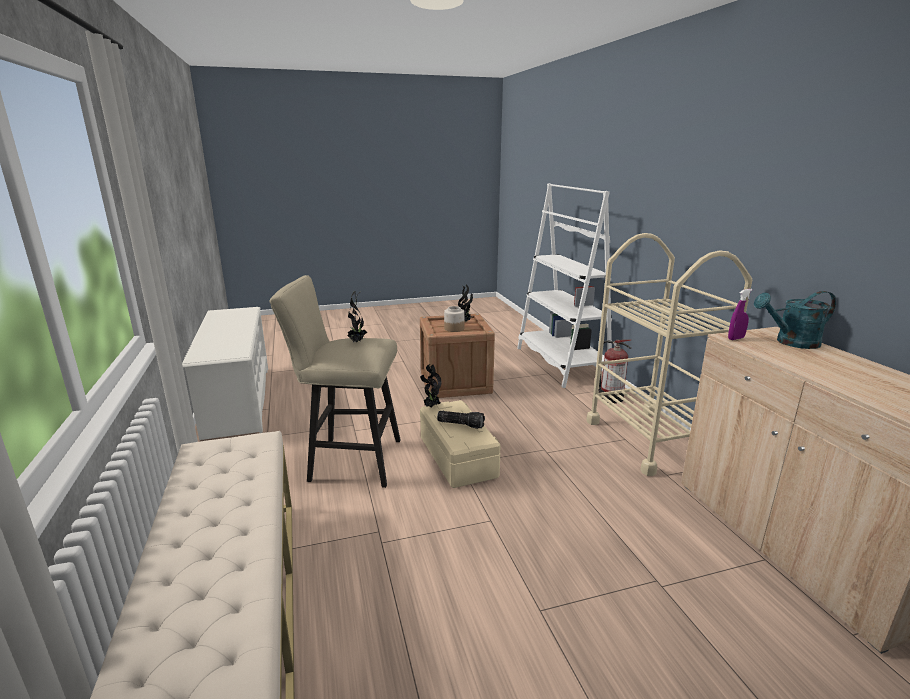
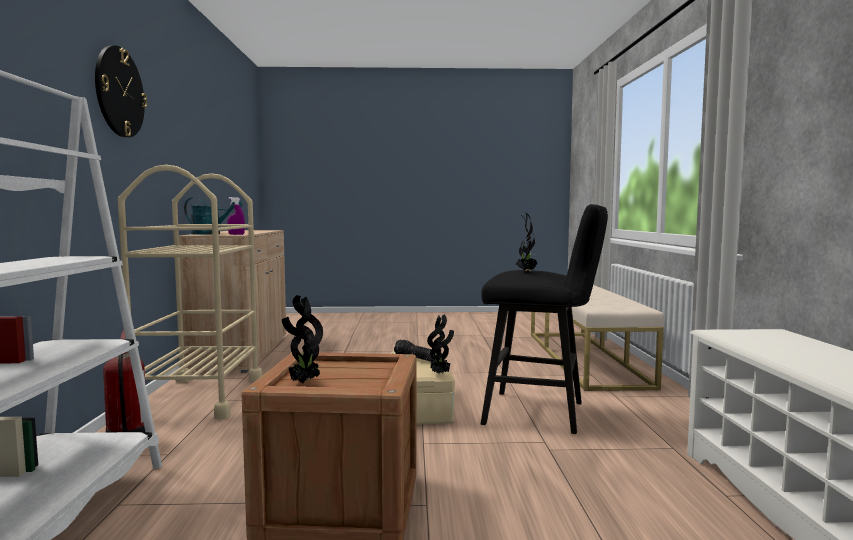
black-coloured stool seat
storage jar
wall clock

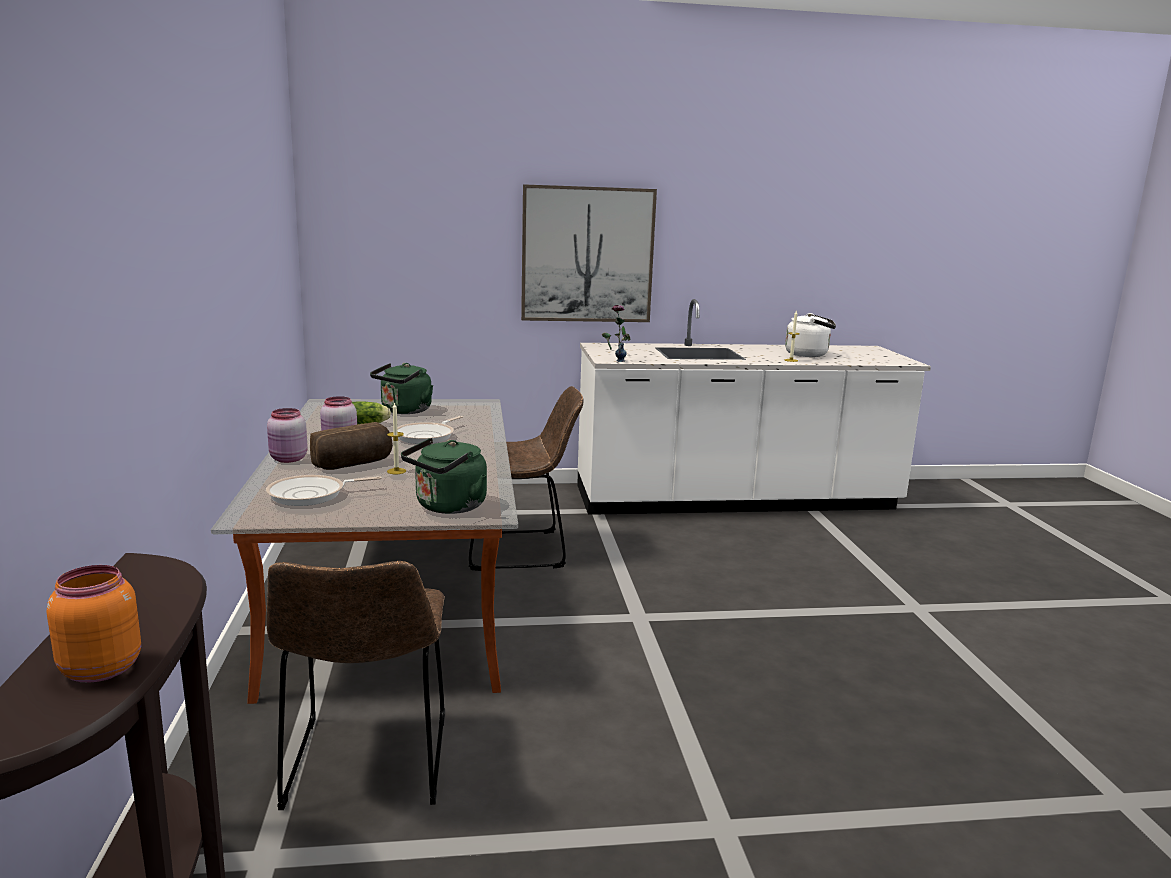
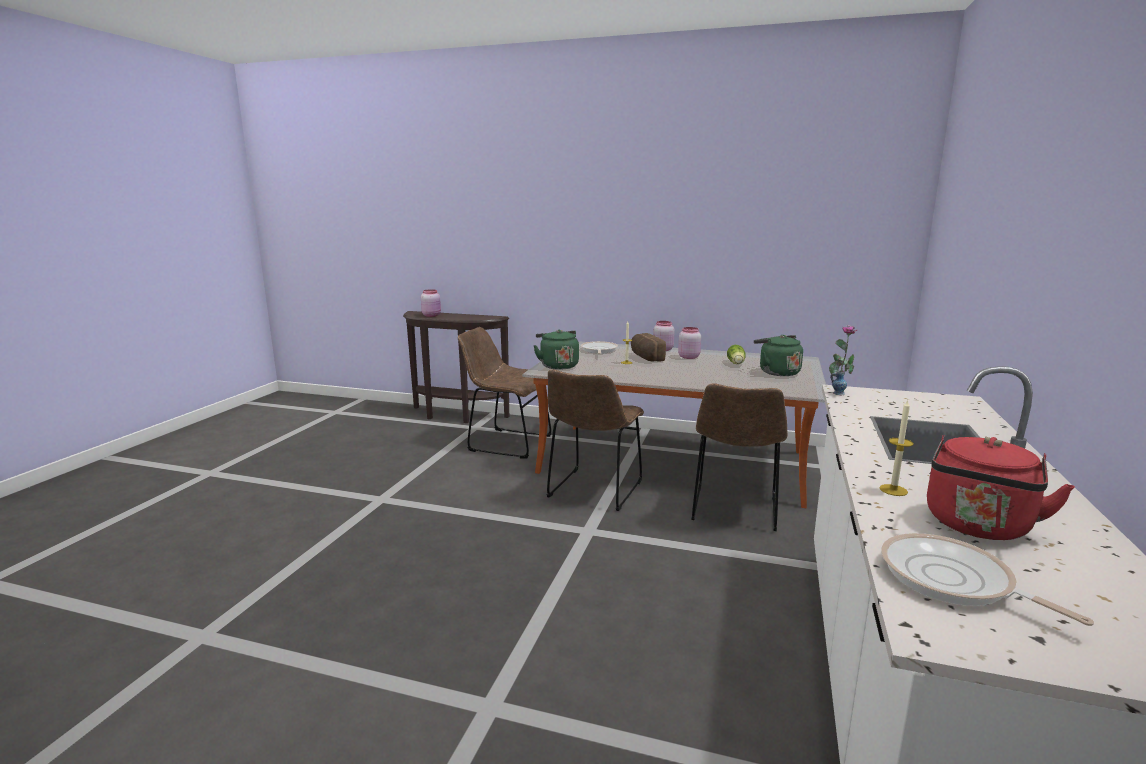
wall art
red kettle
pan (no. 2 from left)
pinkish storage jar (no. 1 from left)
brown-coloured plain chair (no. 2 from left)

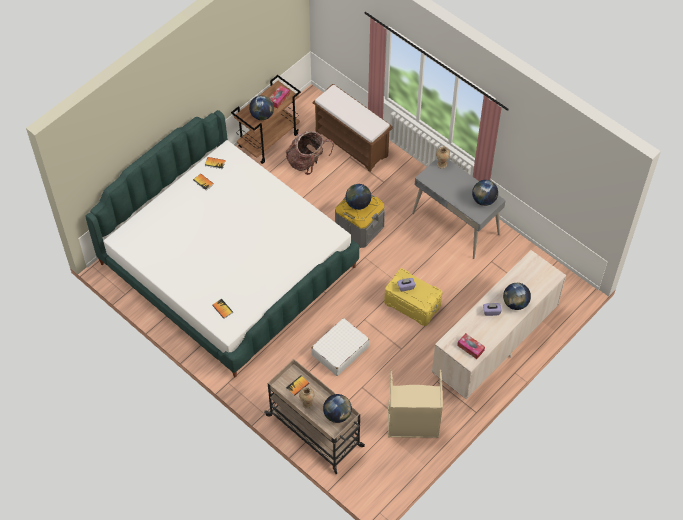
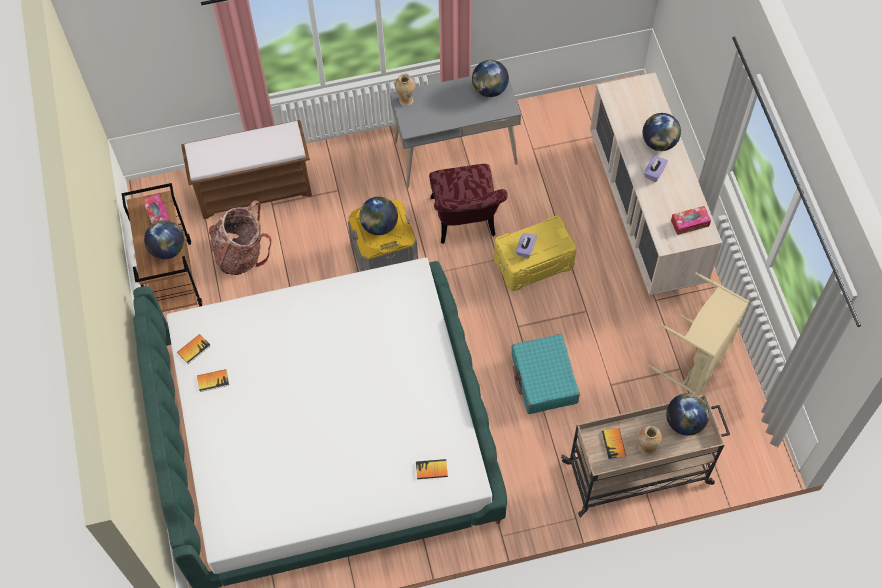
turquoise suitcase
red plain chair

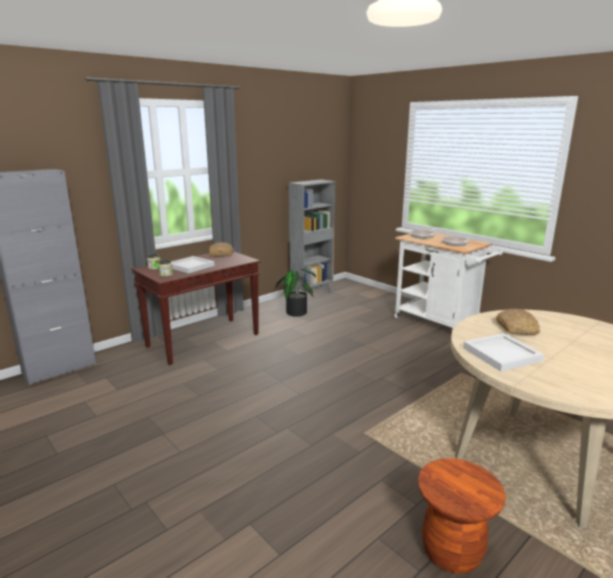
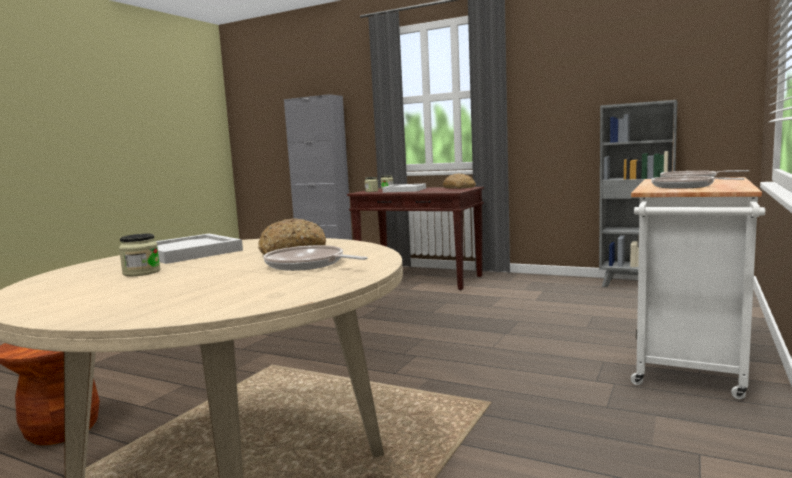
houseplant
storage jar (no. 1 from left)
pan (no. 1 from left)

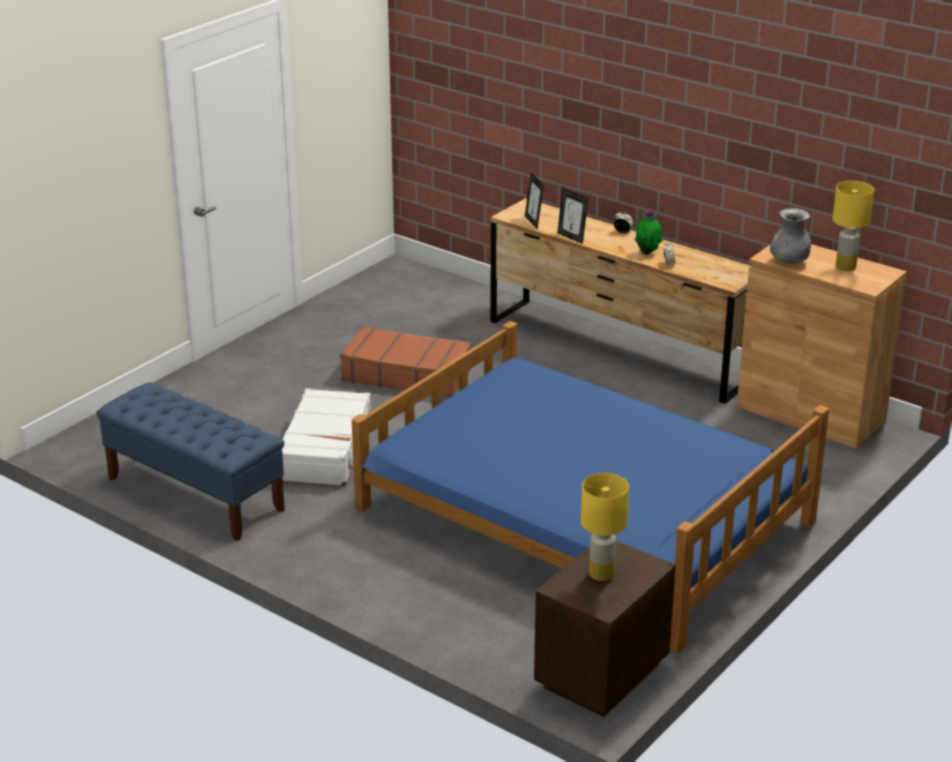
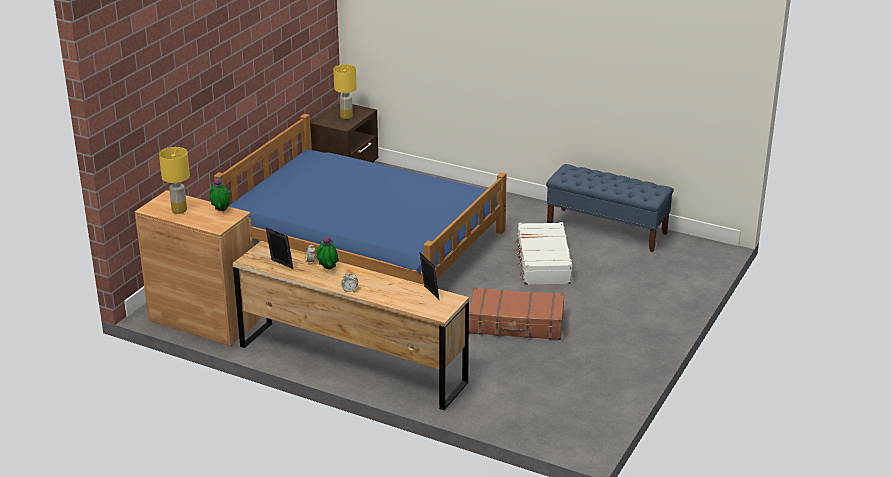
picture frame (no. 1 from left)
houseplant (no. 1 from left)

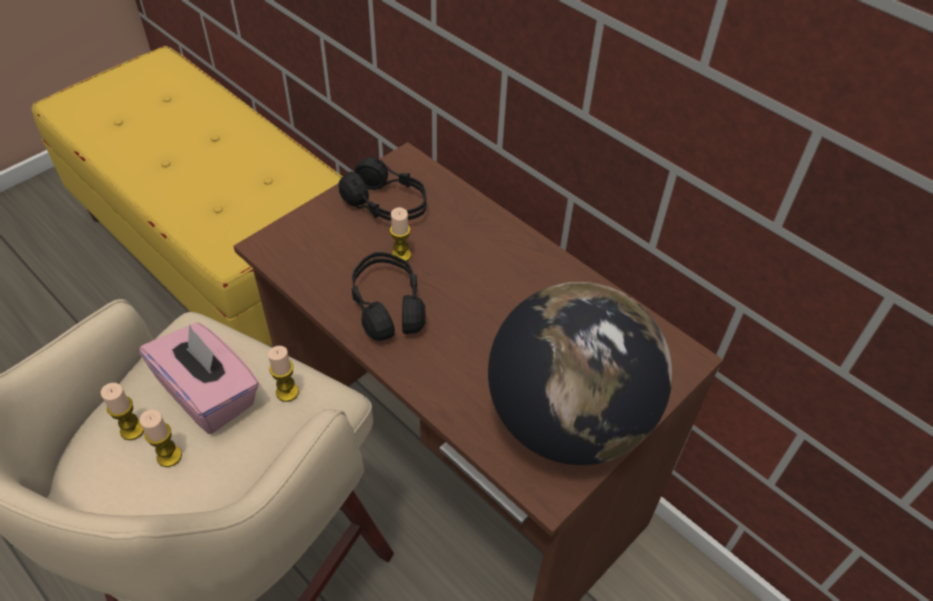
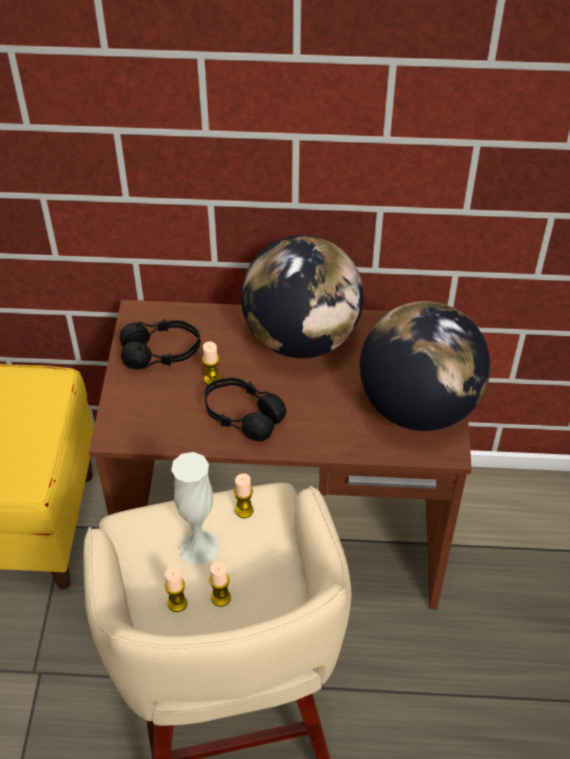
whitish flower vase
world globe (no. 1 from left)

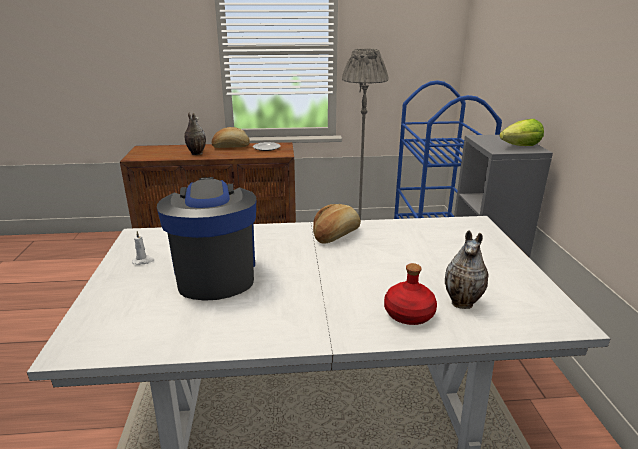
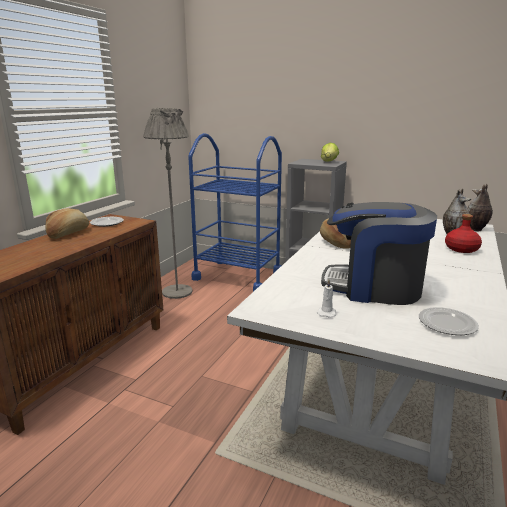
flower vase (no. 2 from left)
flat dish (no. 2 from left)

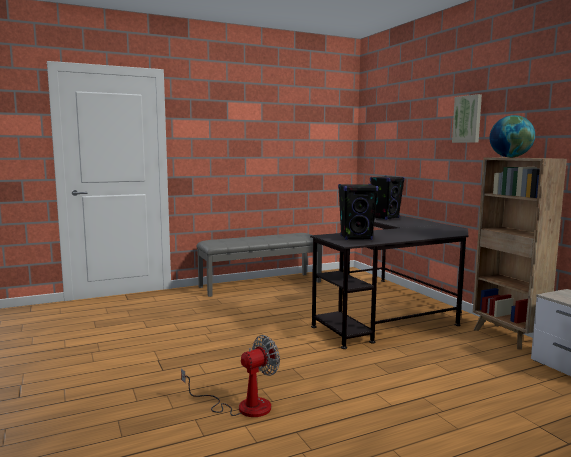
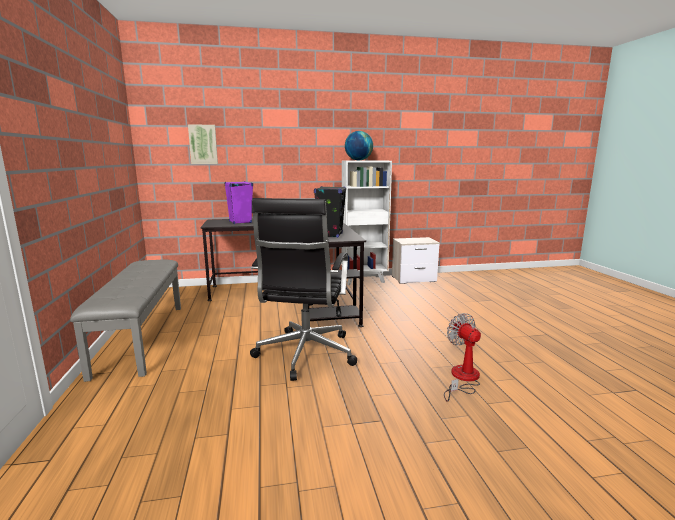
wall art
whitish bookshelf
purplish audio speaker
black-coloured office chair

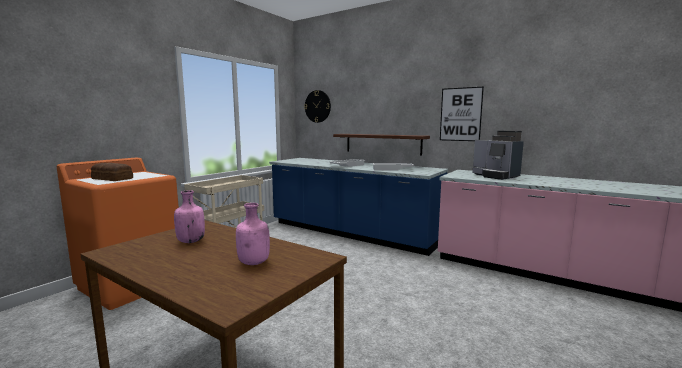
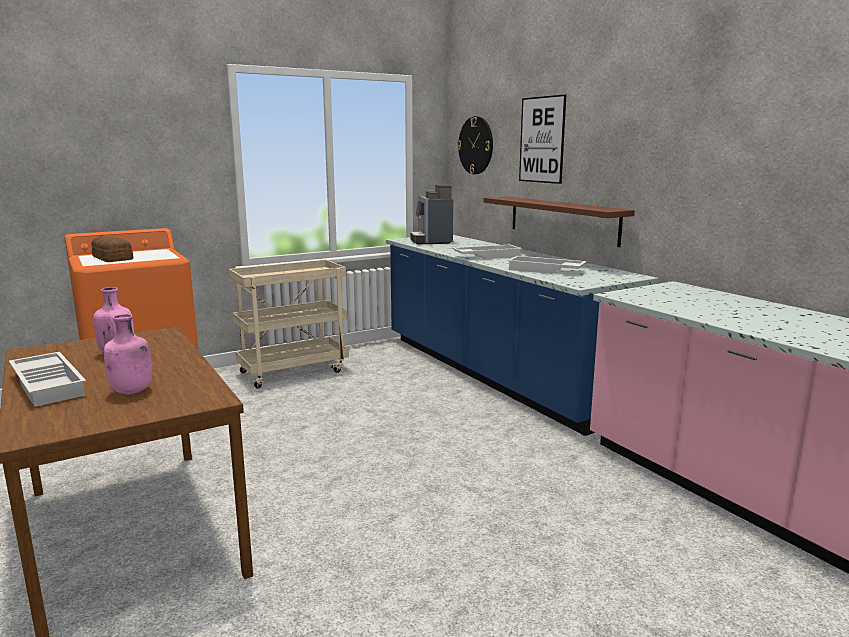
wall art
coffee brewer
whitish tray (no. 1 from left)

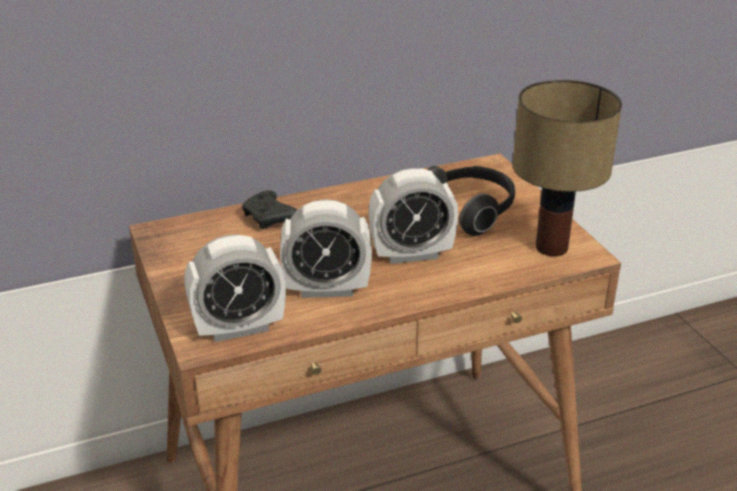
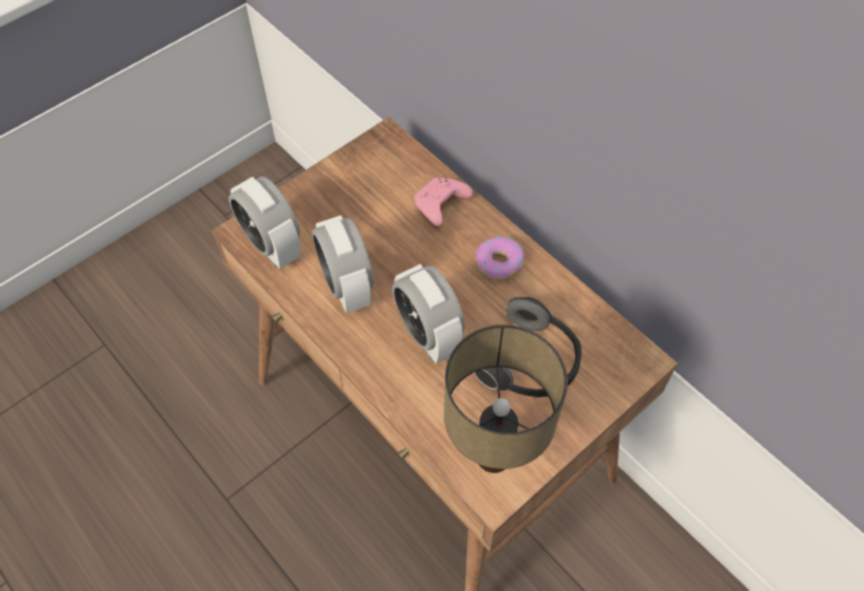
pinkish gamepad
doughnut

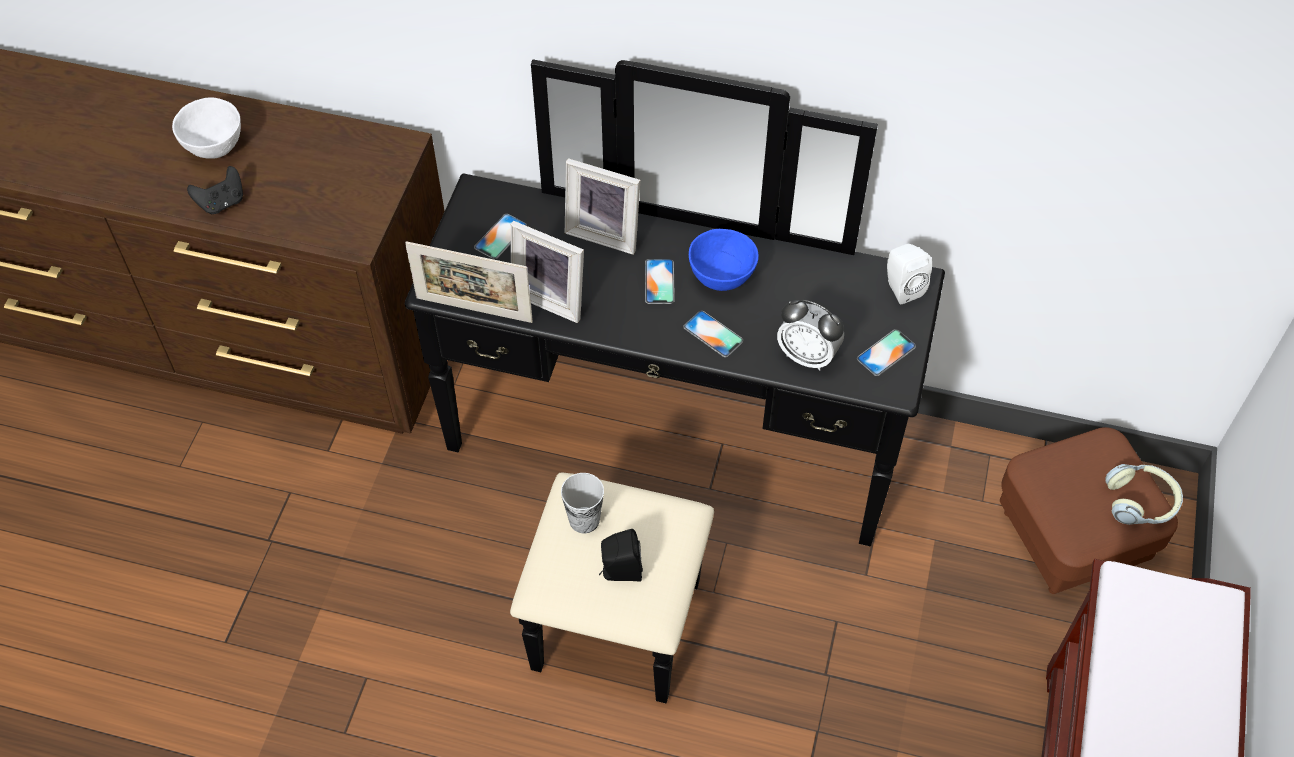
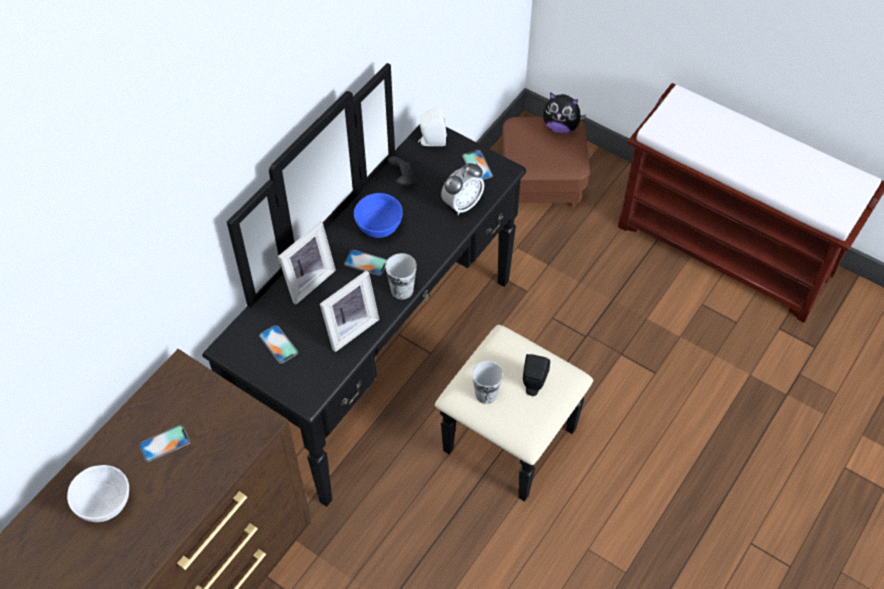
black-coloured gamepad
picture frame (no. 1 from left in the first image)
phone (no. 1 from left)
plush toy
cup (no. 1 from left)

